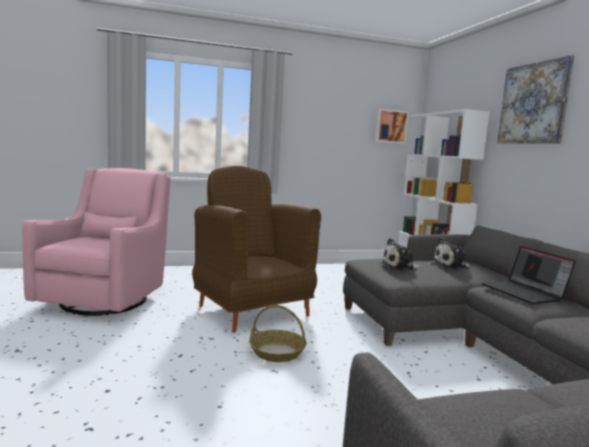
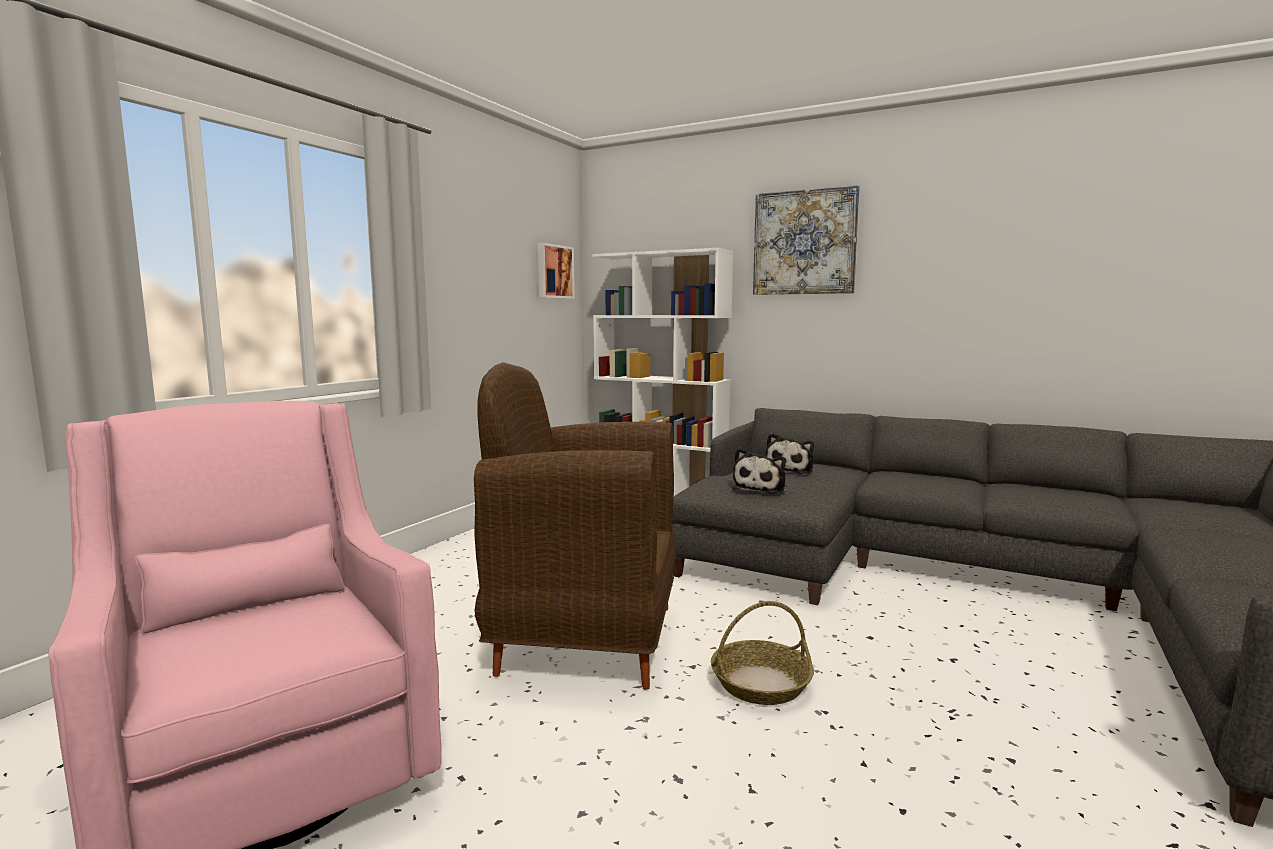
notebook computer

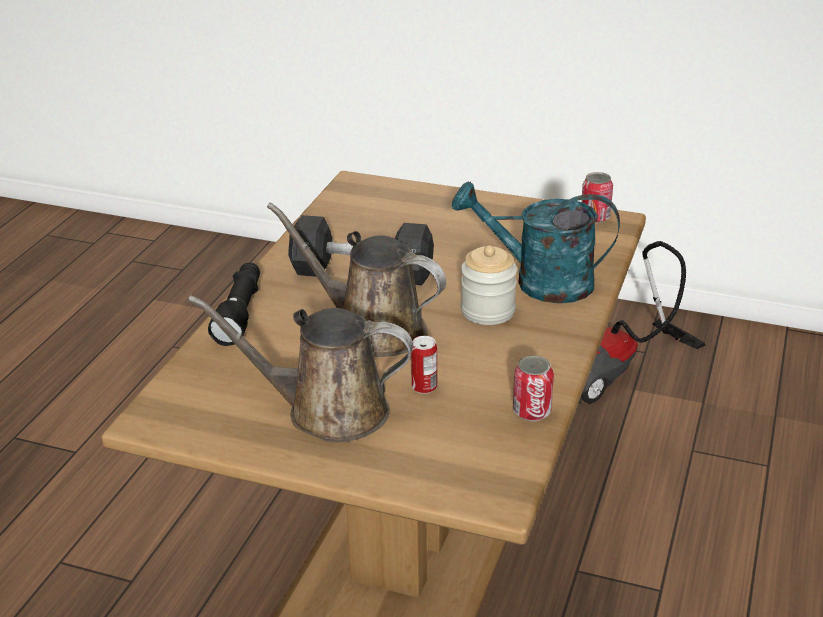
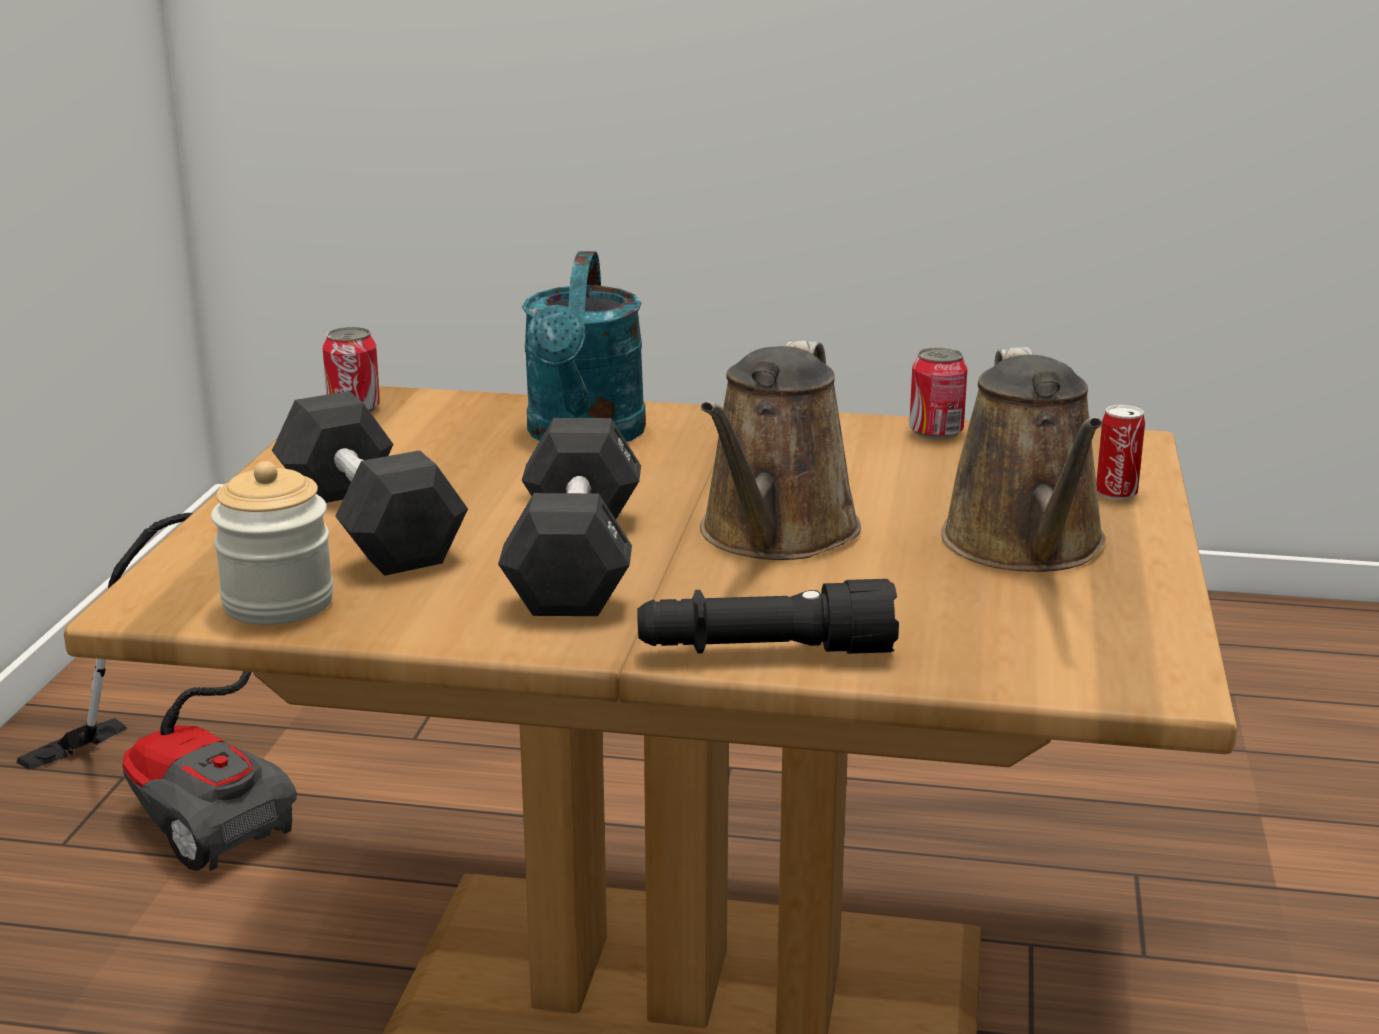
storage jar
sealed can (no. 3 from left)
black-coloured free weight (no. 1 from left)

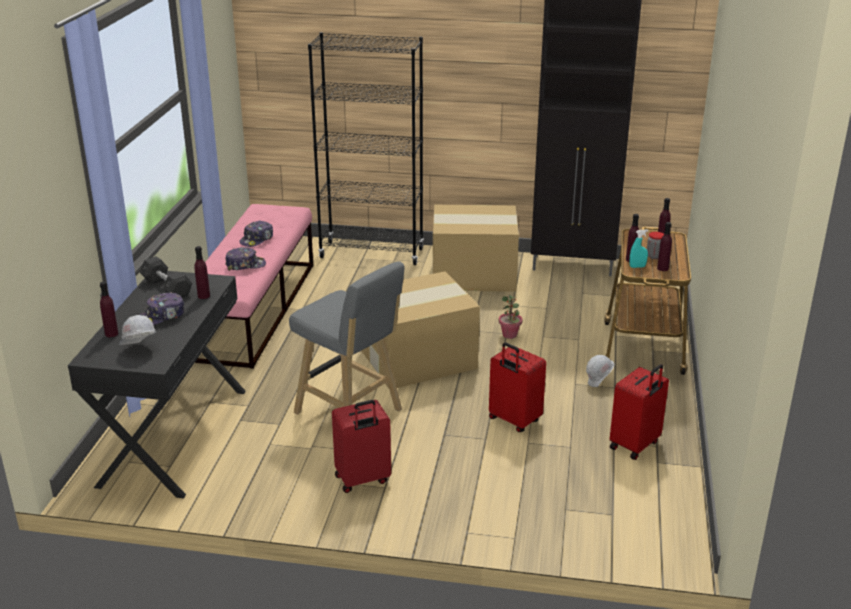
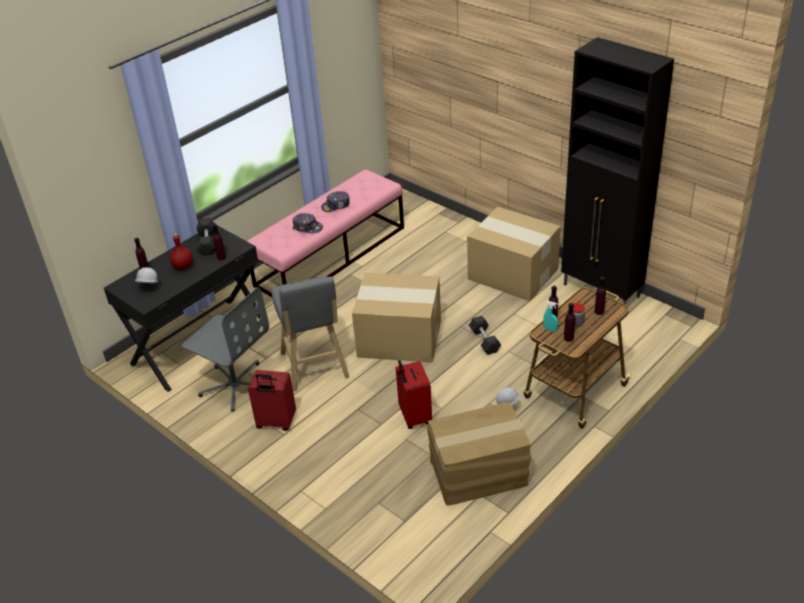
black-coloured bookshelf
red beverage bottle
greyish free weight (no. 2 from left)
cardboard box (no. 2 from left)
greyish office chair

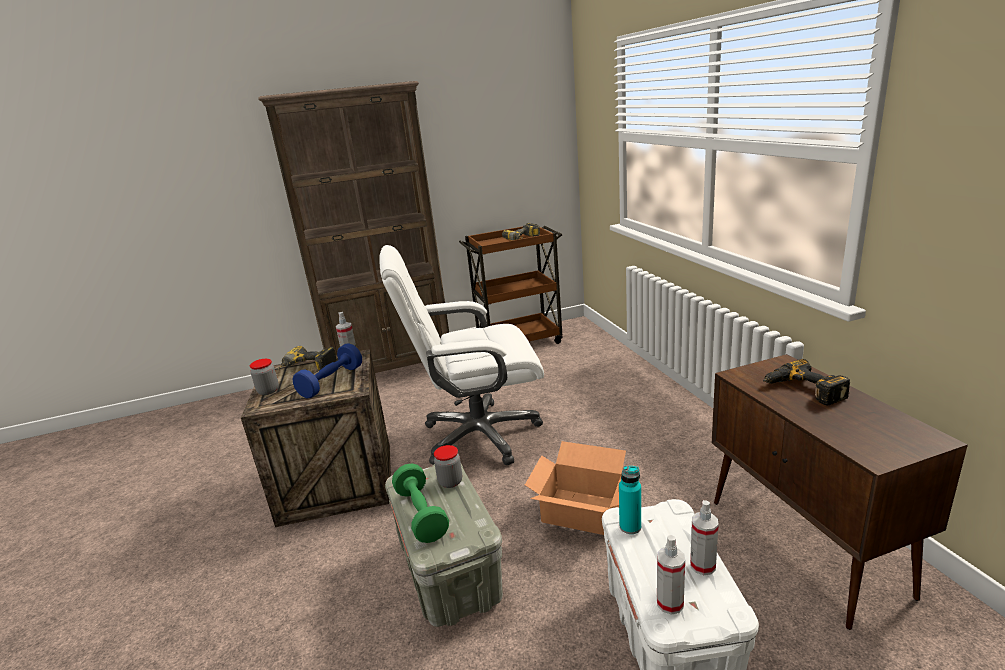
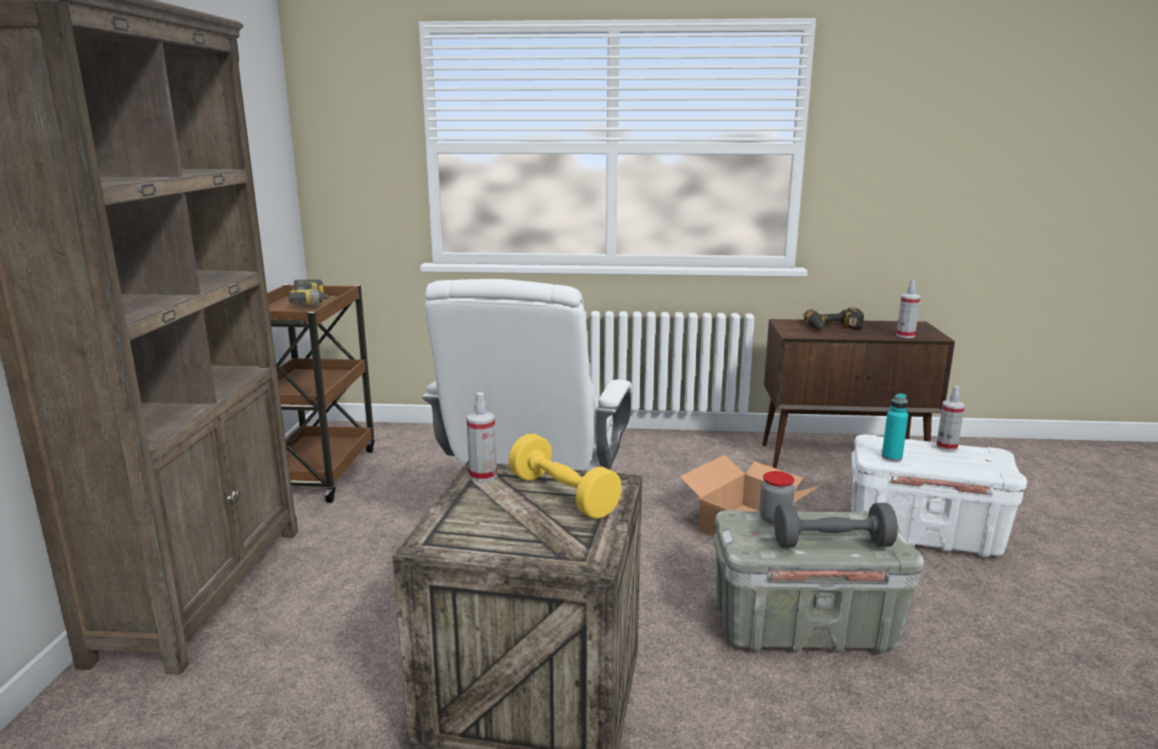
yellowish free weight
electric drill (no. 1 from left in the first image)
storage jar (no. 1 from left in the first image)
greyish free weight
sprayer (no. 2 from left)

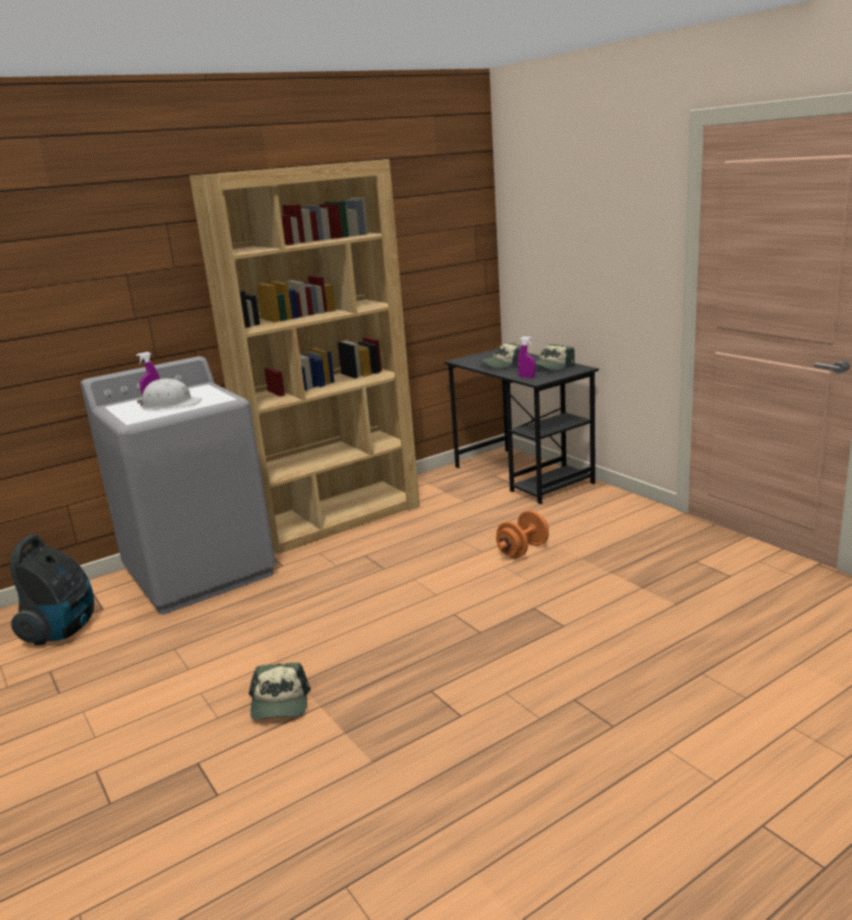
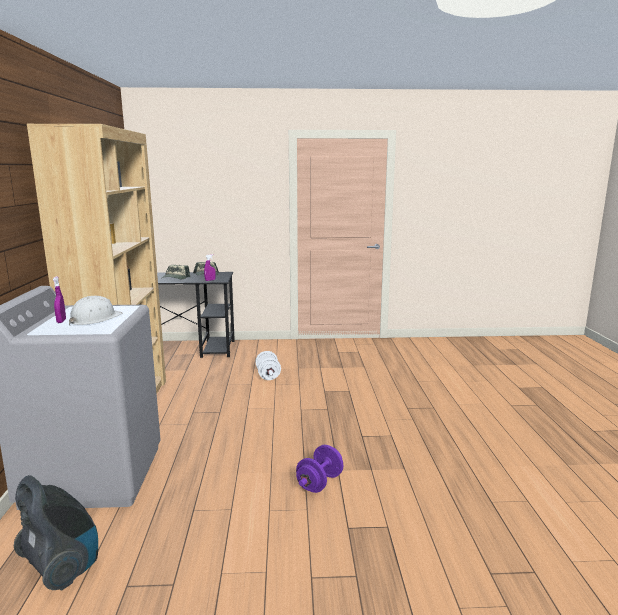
whitish free weight
purplish free weight

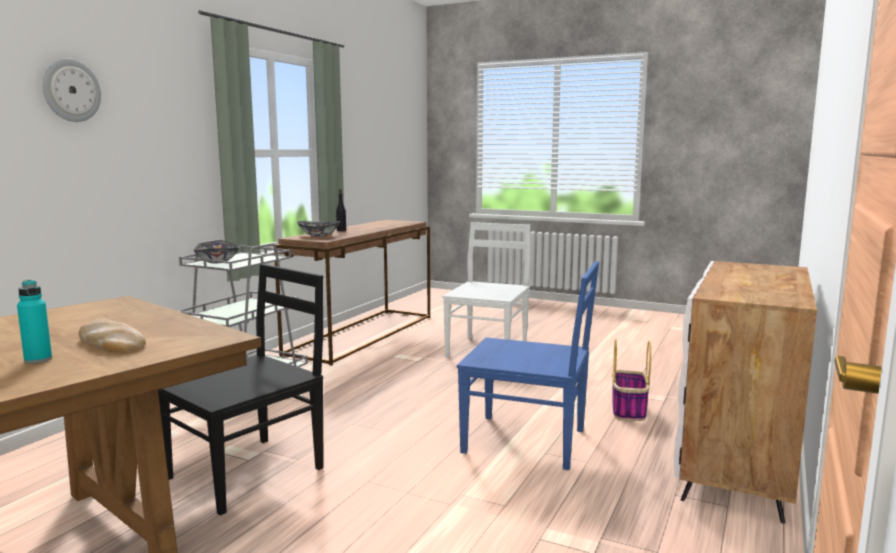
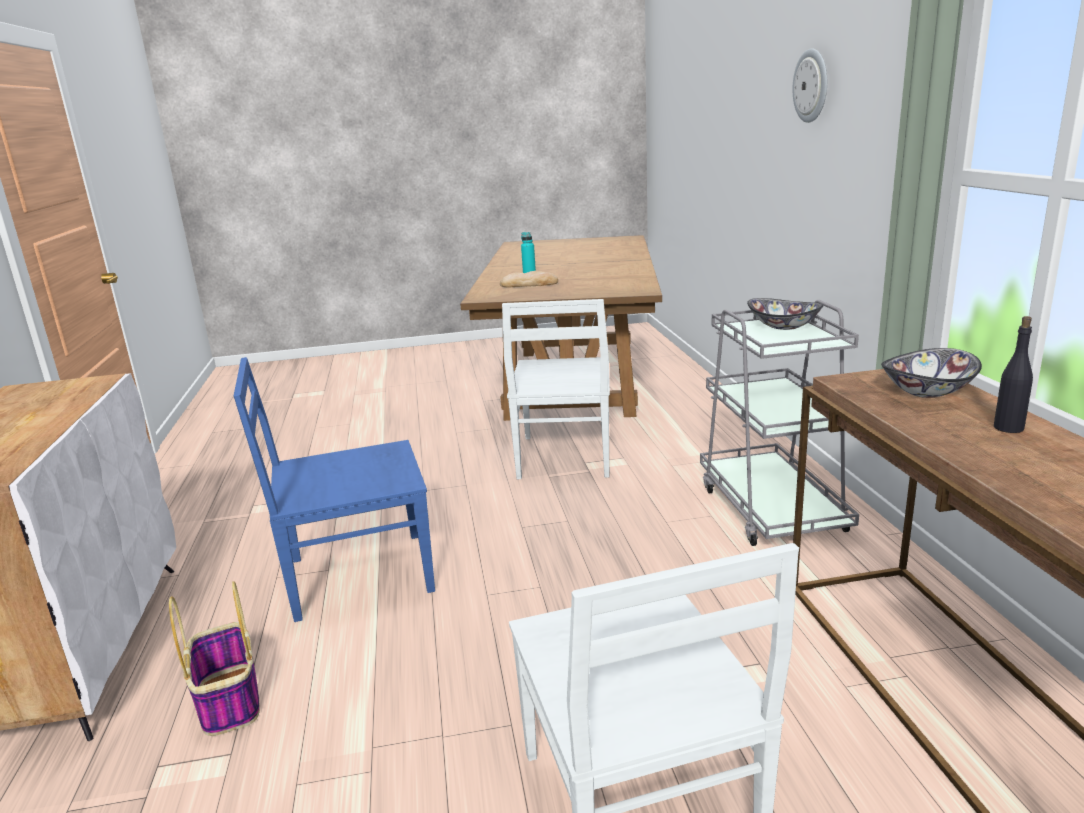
whitish plain chair (no. 1 from left)

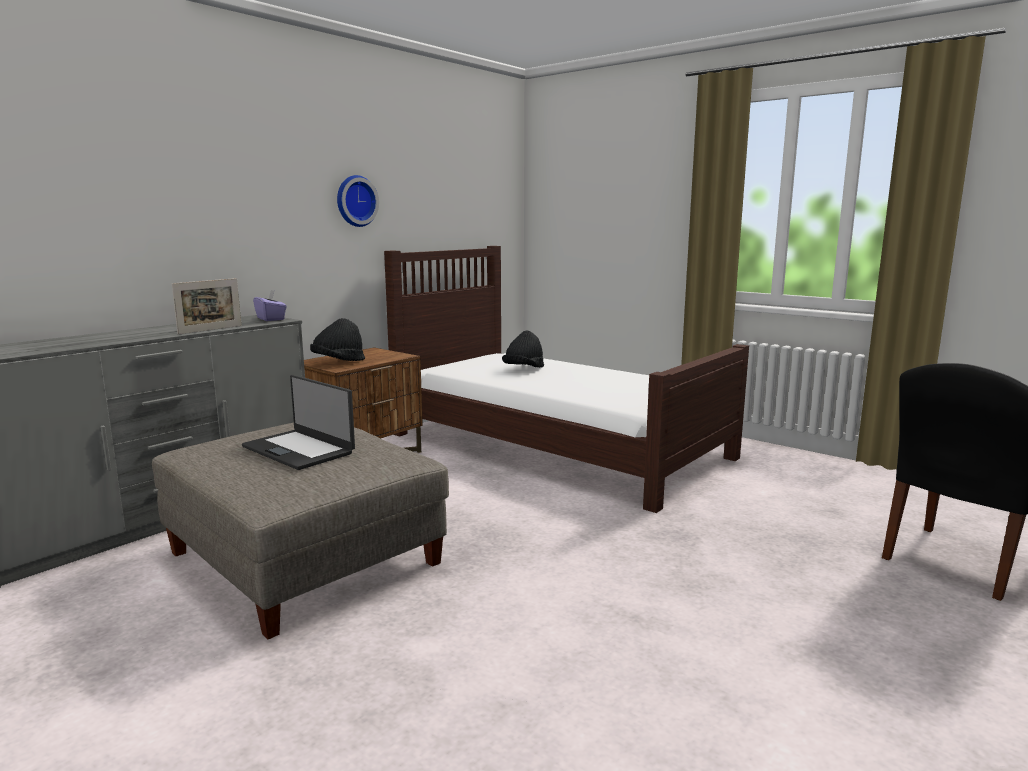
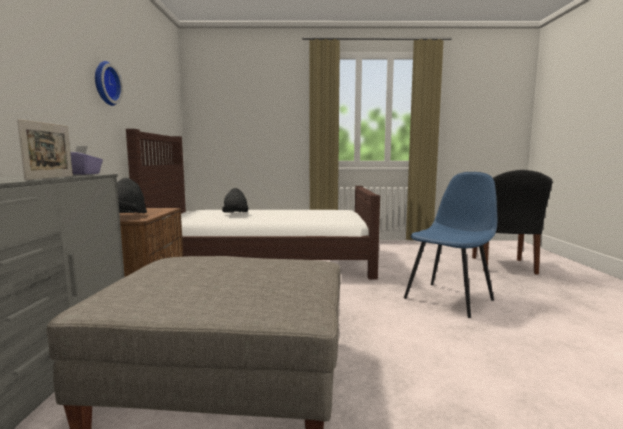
notebook computer
blue plain chair

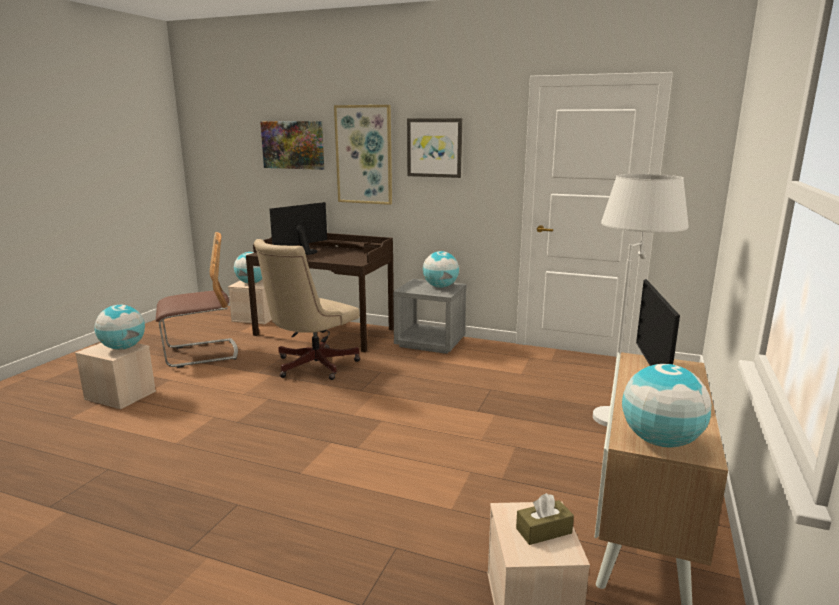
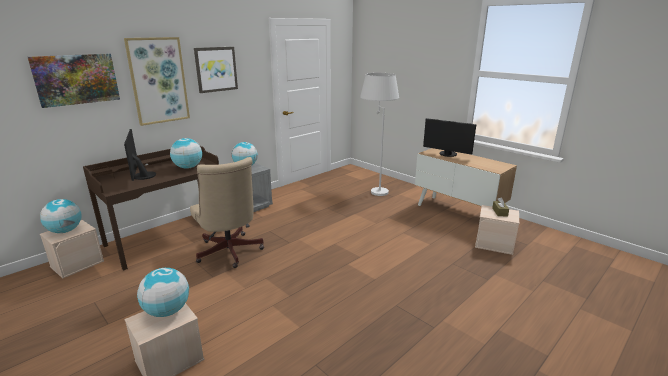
plain chair
world globe (no. 3 from left)

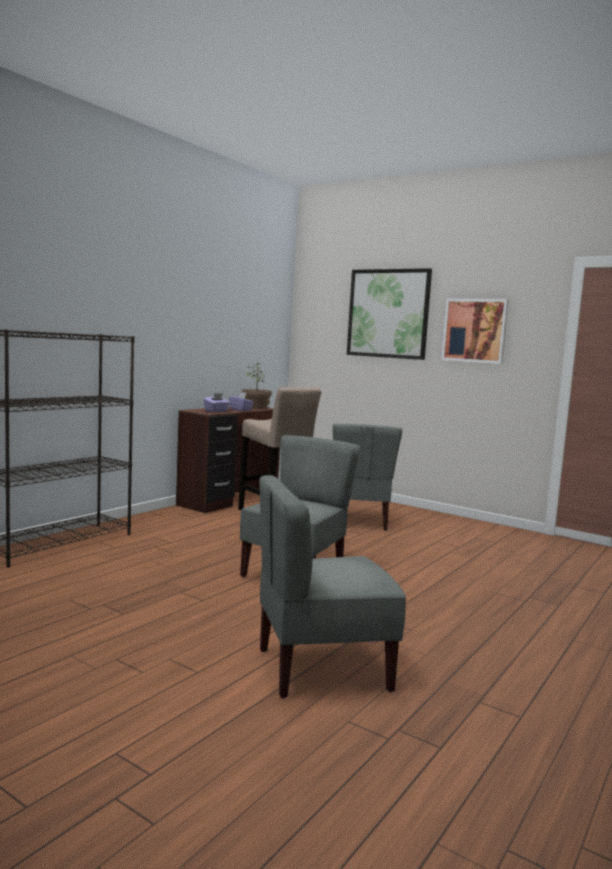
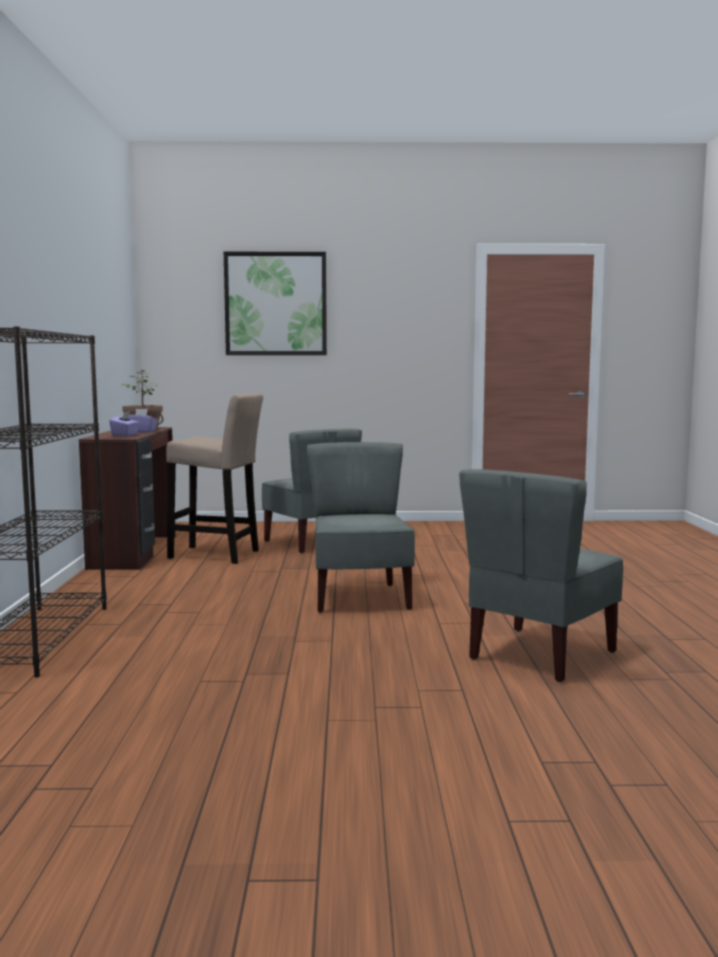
wall art (no. 2 from left in the first image)

